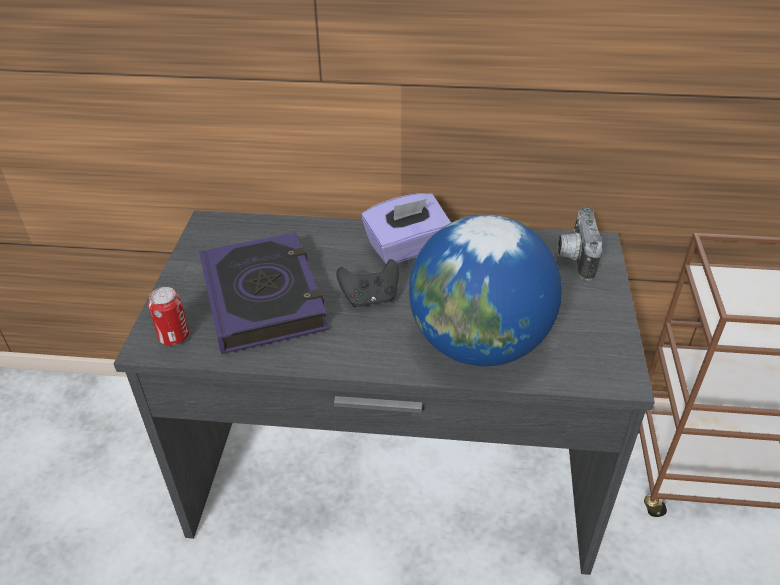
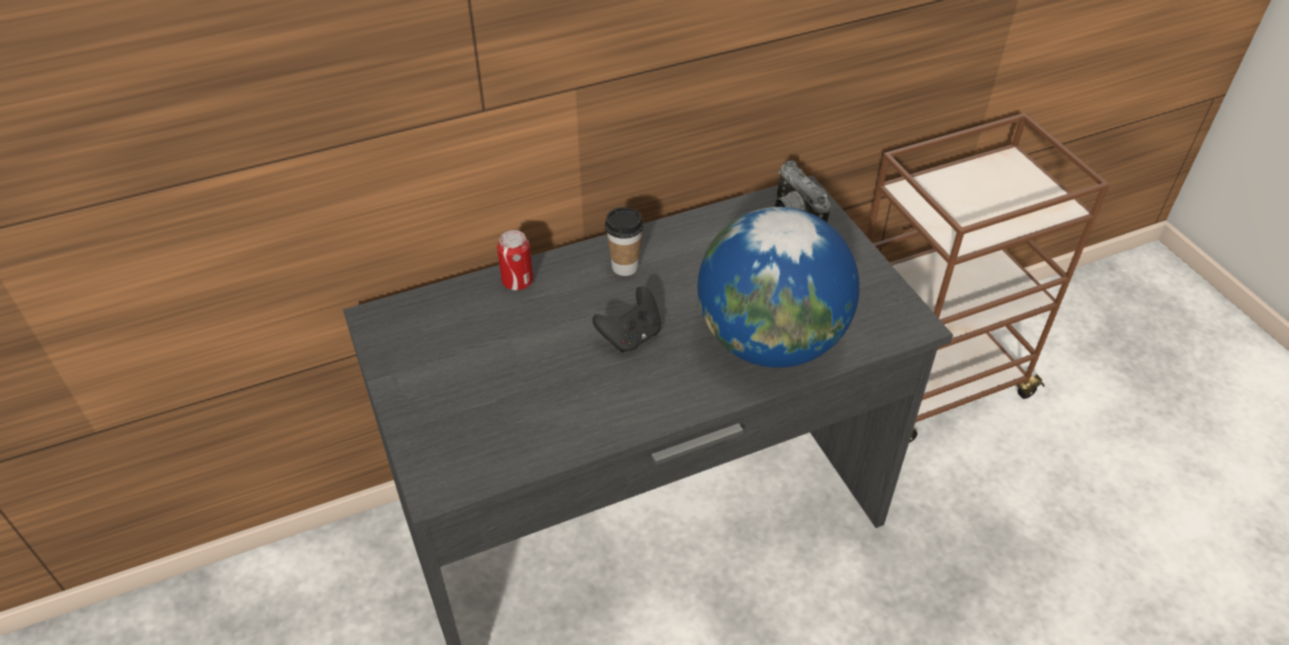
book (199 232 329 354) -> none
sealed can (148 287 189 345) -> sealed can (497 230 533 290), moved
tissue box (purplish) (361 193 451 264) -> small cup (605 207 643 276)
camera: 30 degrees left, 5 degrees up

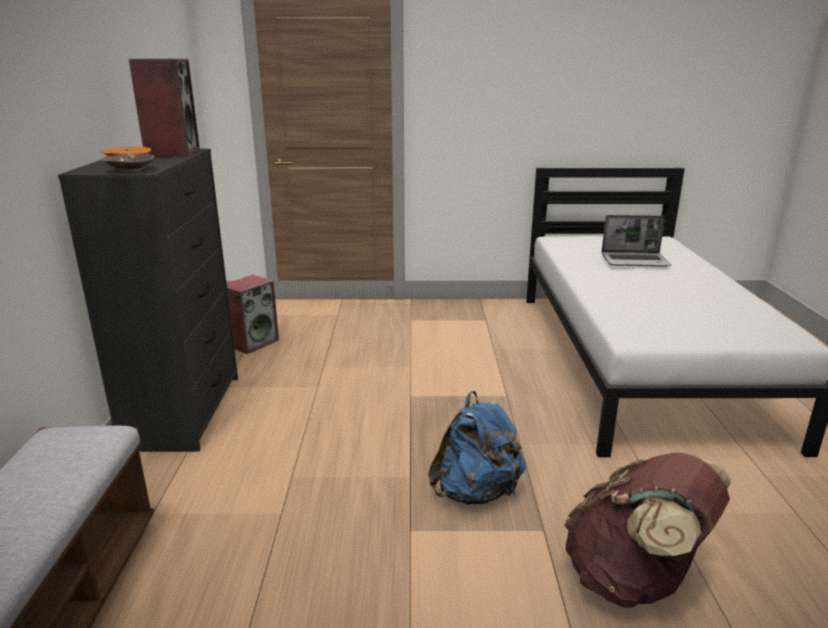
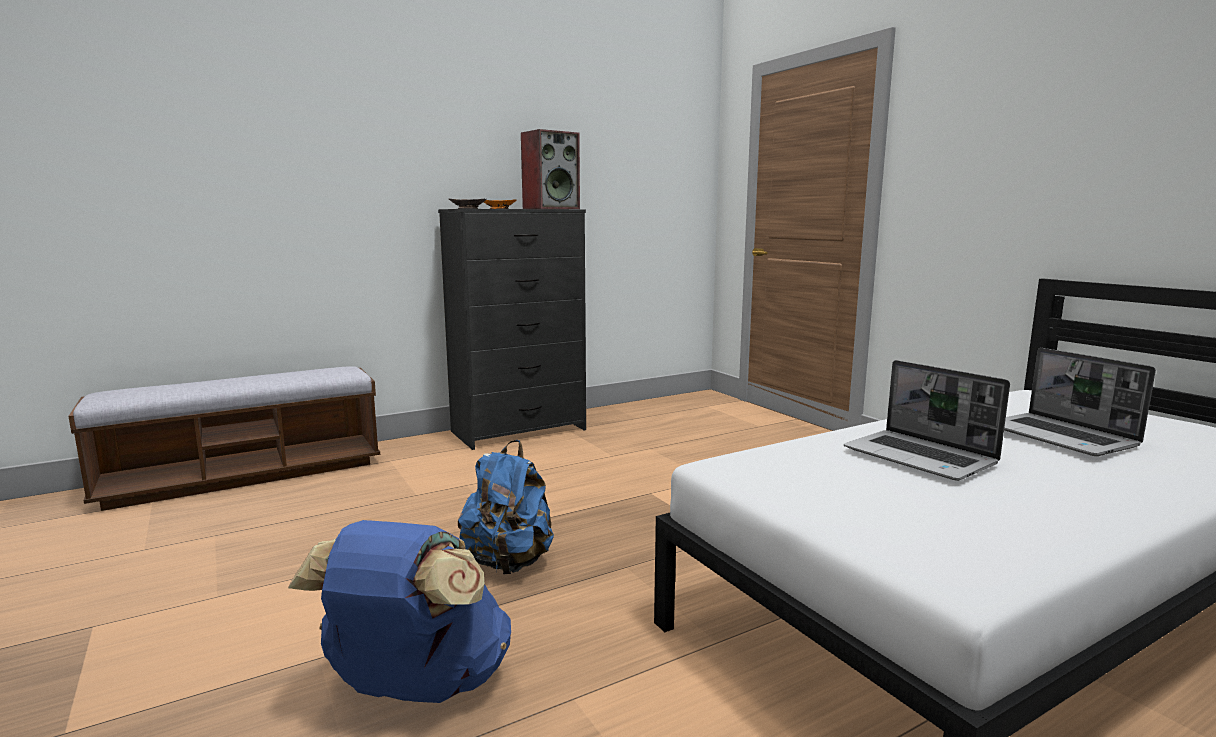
loudspeaker (227 275 279 354) -> none
none -> portable computer (844 360 1010 481)
backpack (brown) (564 453 731 608) -> backpack (blue) (288 520 511 703)
camera: 60 degrees right, 10 degrees down

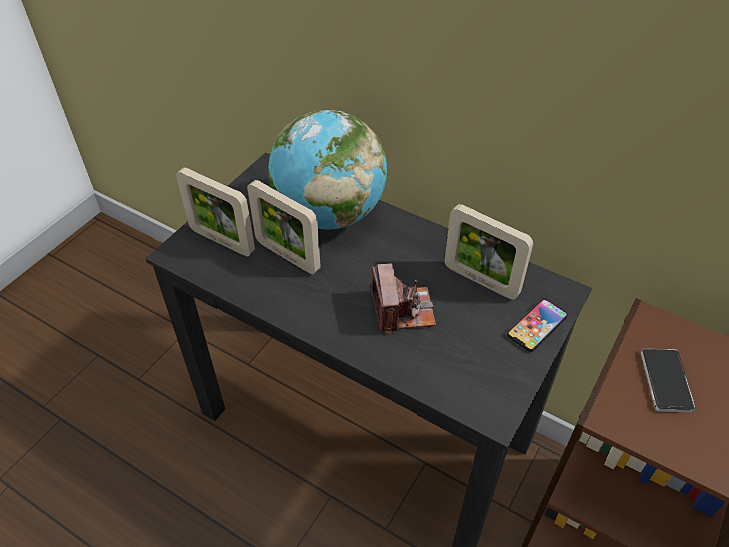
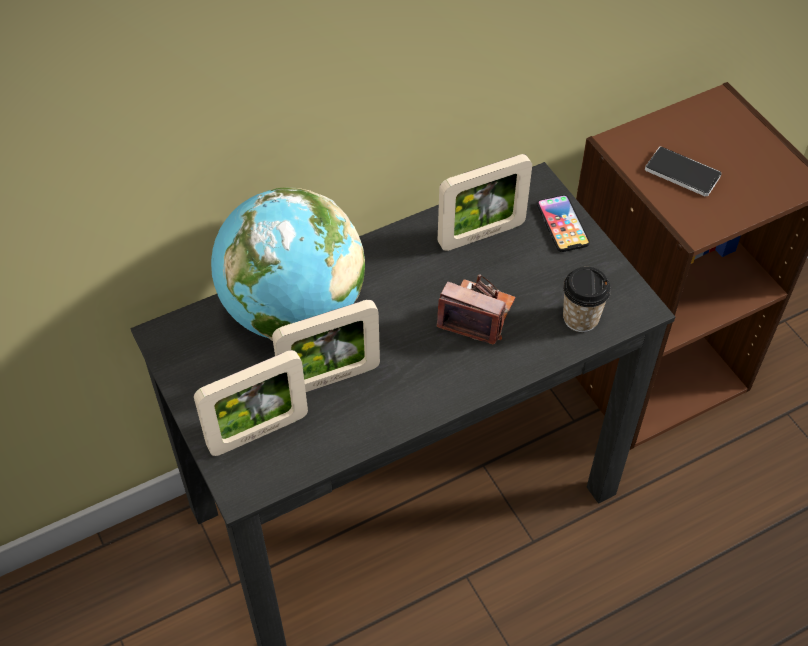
none -> small cup (563 267 611 332)
camera: 60 degrees left, 5 degrees up

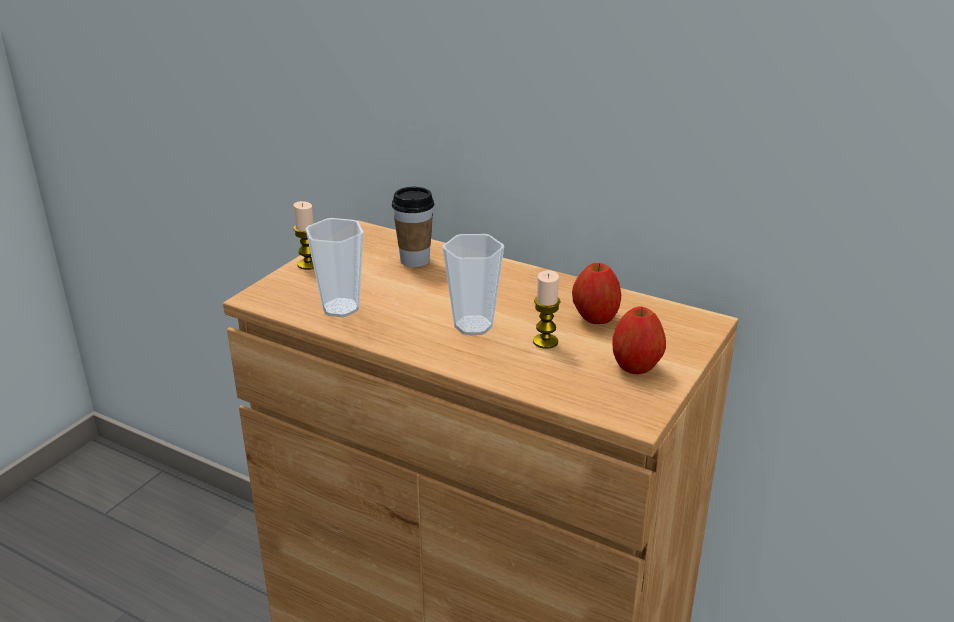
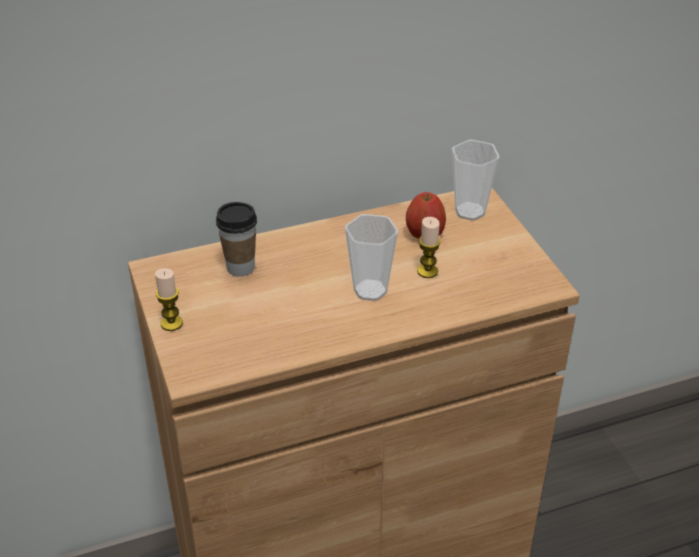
whole apple (612 307 666 374) -> none
small cup (306 218 364 317) -> small cup (452 139 500 221), moved
camera: 50 degrees left, 10 degrees up

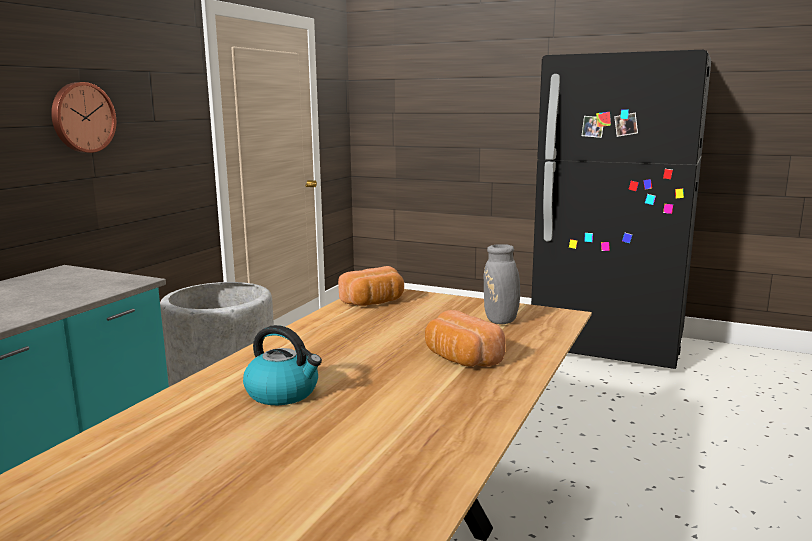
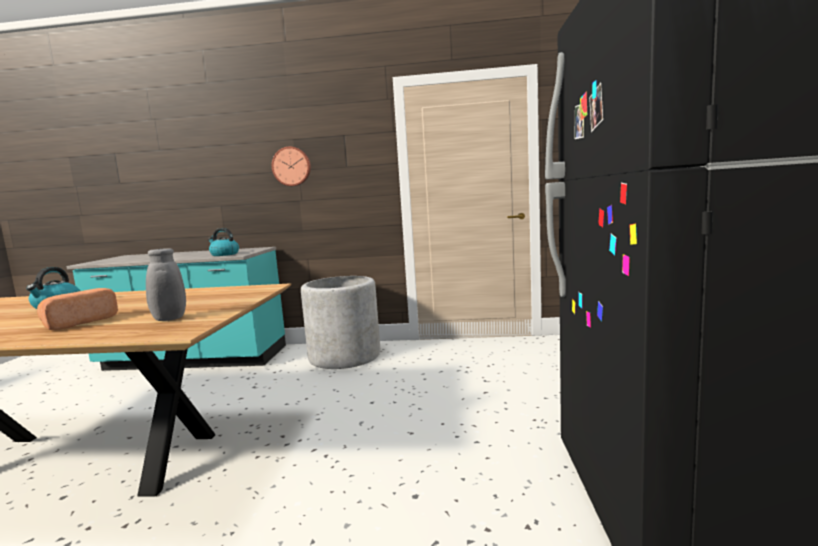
bread (338 266 404 306) -> none
none -> kettle (208 228 239 256)
camera: 70 degrees right, 5 degrees down

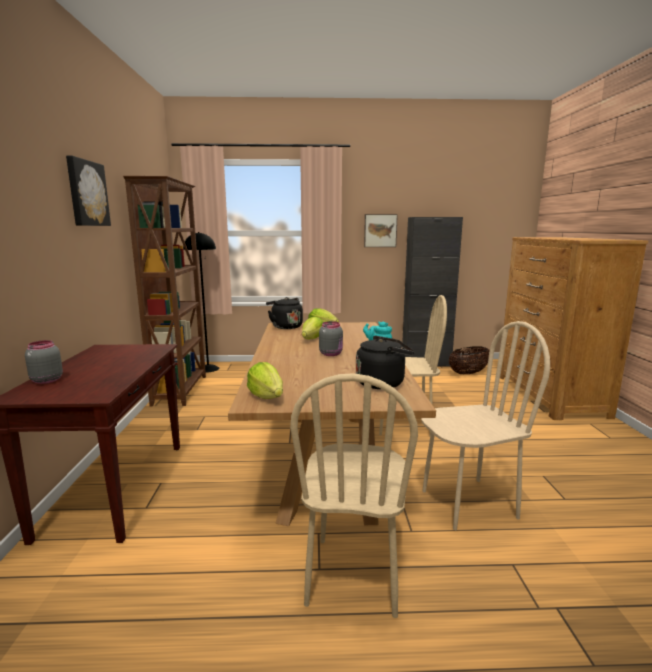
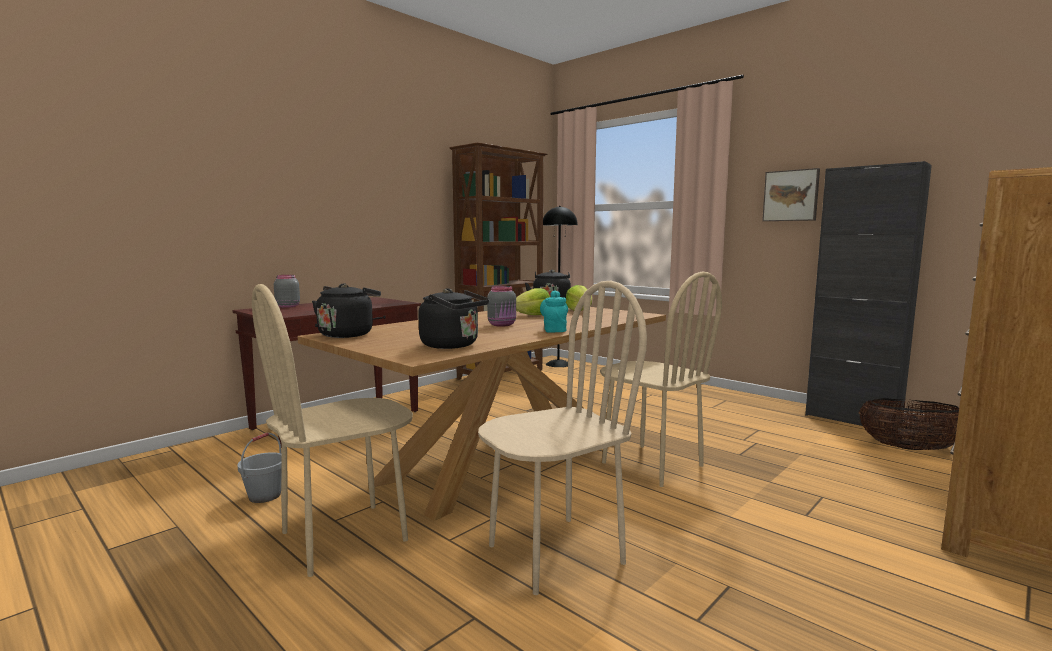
wall art (66 156 111 226) -> none
none -> pail (gray) (237 432 281 503)
lettuce head (247 362 283 399) -> kettle (black) (312 283 381 338)
plain chair (beige) (421 321 550 530) -> plain chair (beige) (478 281 647 595), 60 degrees counterclockwise
camera: 45 degrees right, 5 degrees down

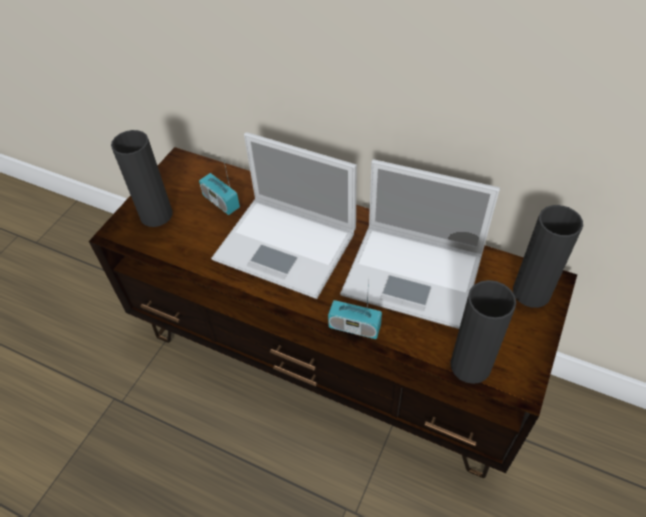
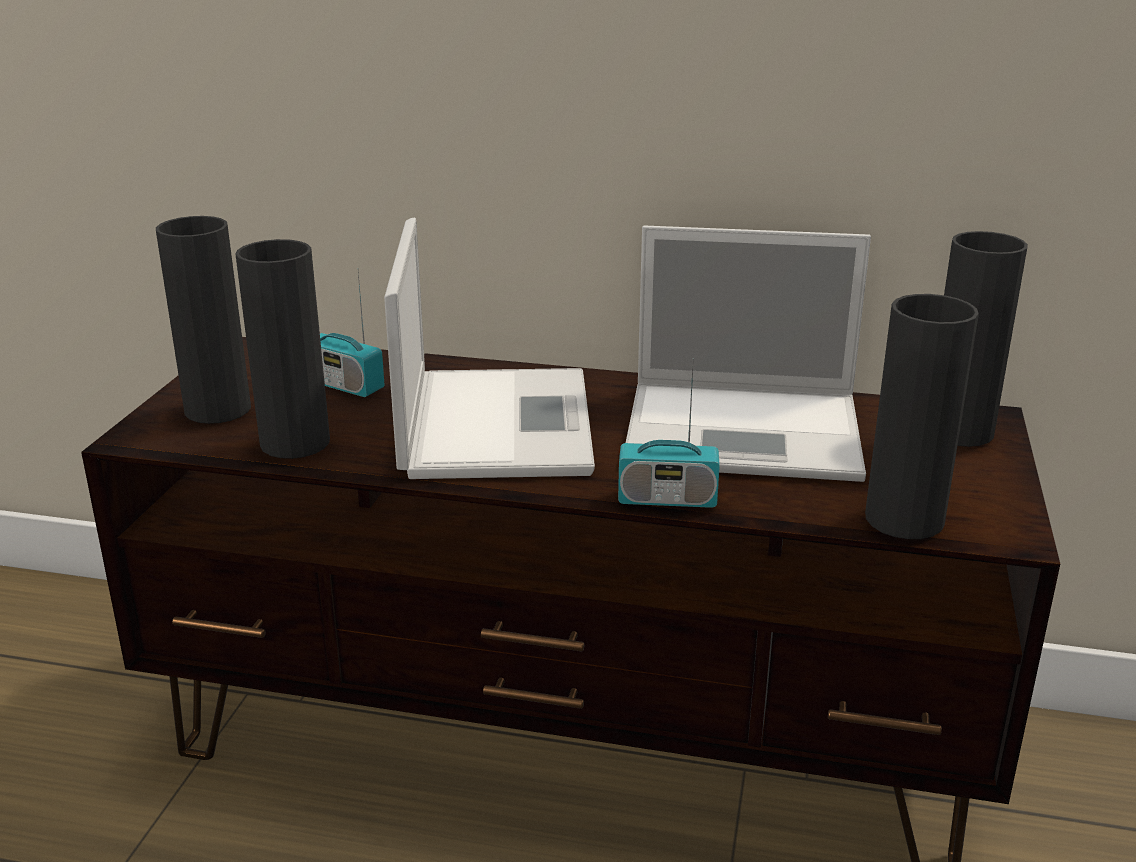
none -> flower vase (black) (235 239 330 459)
portable computer (211 132 357 299) -> portable computer (384 218 595 479), 105 degrees counterclockwise
camera: 15 degrees left, 25 degrees down

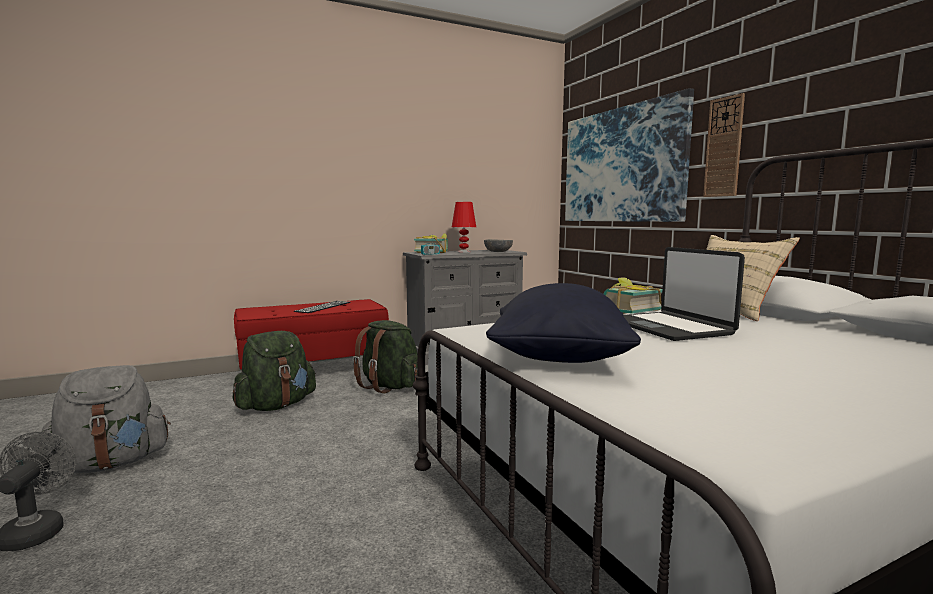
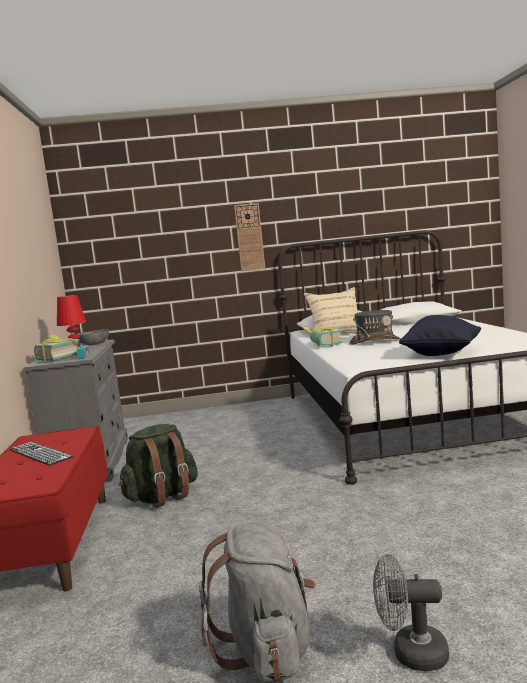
backpack (green) (233 331 316 411) -> none
wall art (565 88 694 222) -> none
portable computer (623 247 745 341) -> clothing hat (gray) (350 310 401 345)
camera: 70 degrees left, 0 degrees up

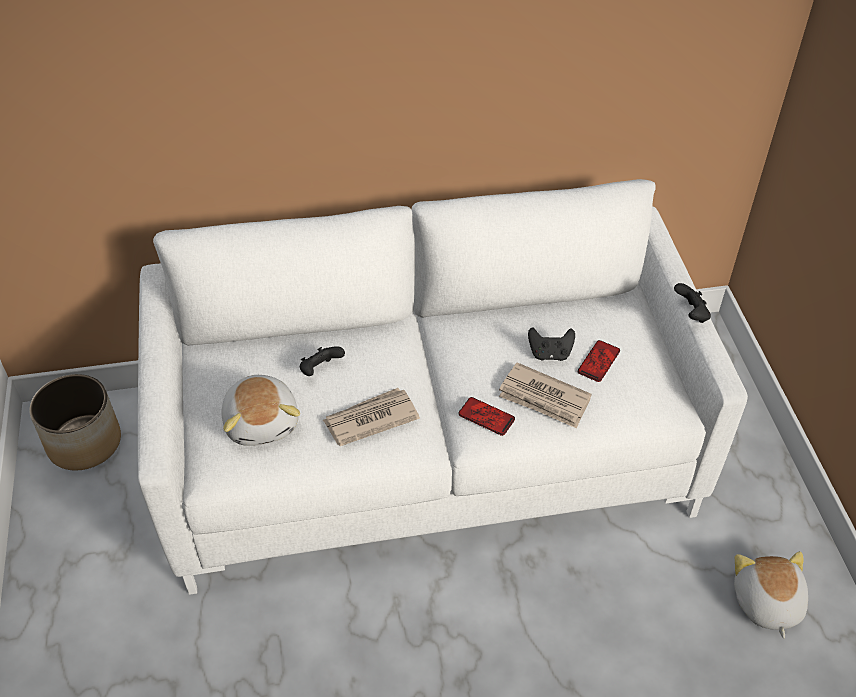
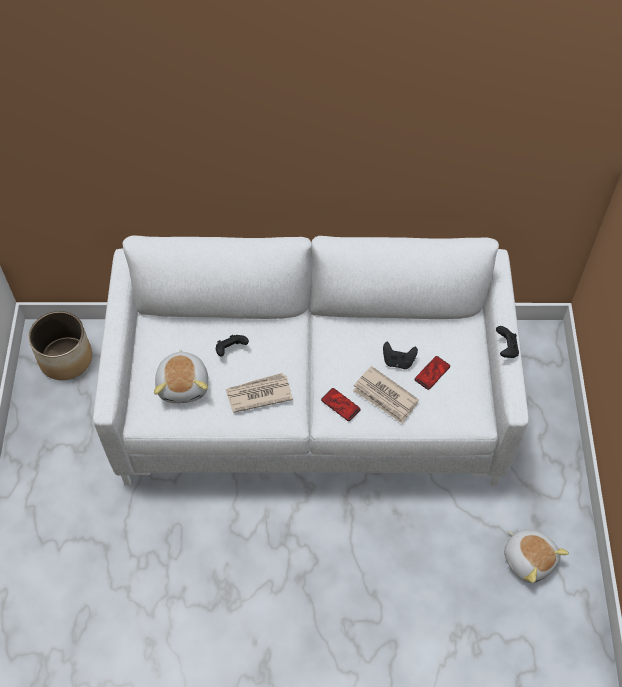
plush toy (734 551 808 638) -> plush toy (504 529 569 583), 135 degrees clockwise
camera: 10 degrees right, 10 degrees up

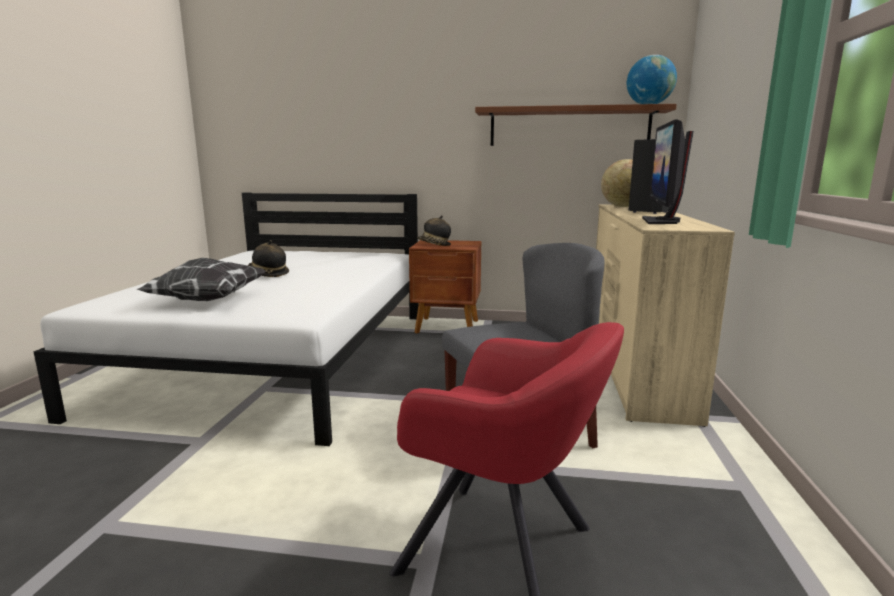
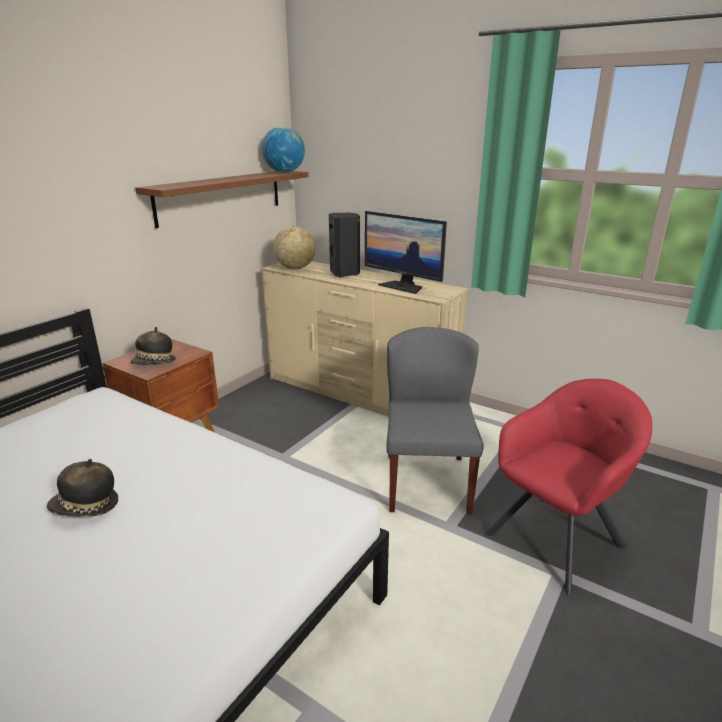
cushion (136 258 266 301) -> none
camera: 65 degrees left, 10 degrees up

